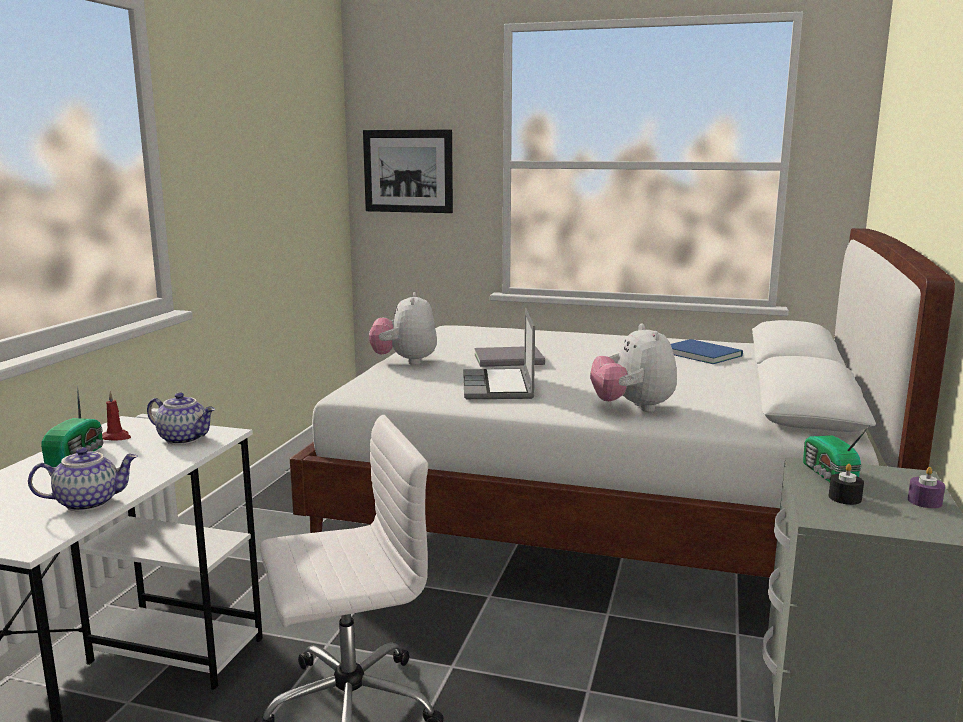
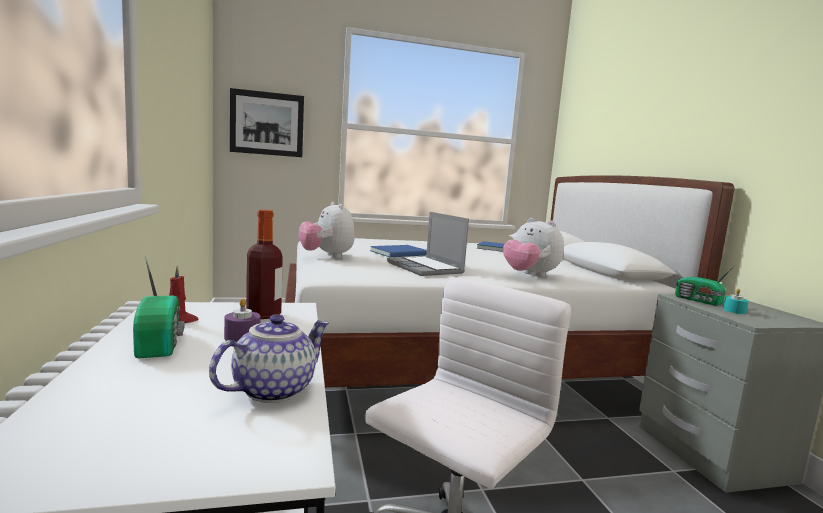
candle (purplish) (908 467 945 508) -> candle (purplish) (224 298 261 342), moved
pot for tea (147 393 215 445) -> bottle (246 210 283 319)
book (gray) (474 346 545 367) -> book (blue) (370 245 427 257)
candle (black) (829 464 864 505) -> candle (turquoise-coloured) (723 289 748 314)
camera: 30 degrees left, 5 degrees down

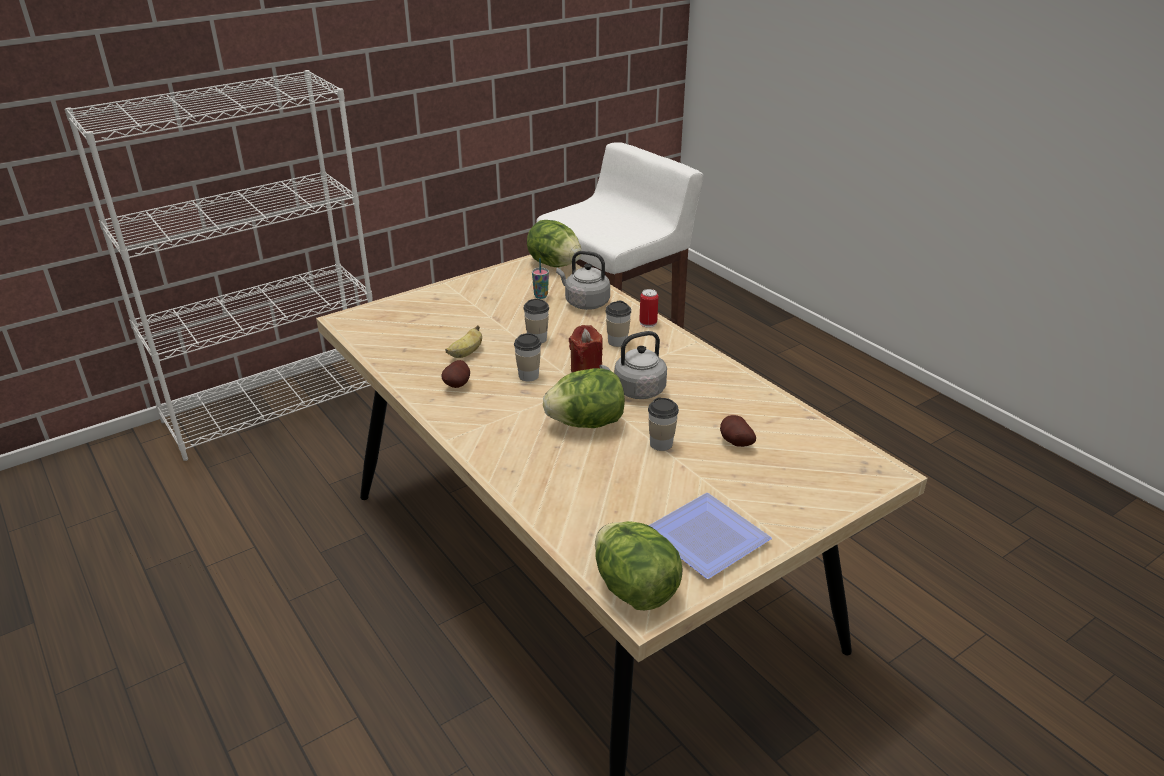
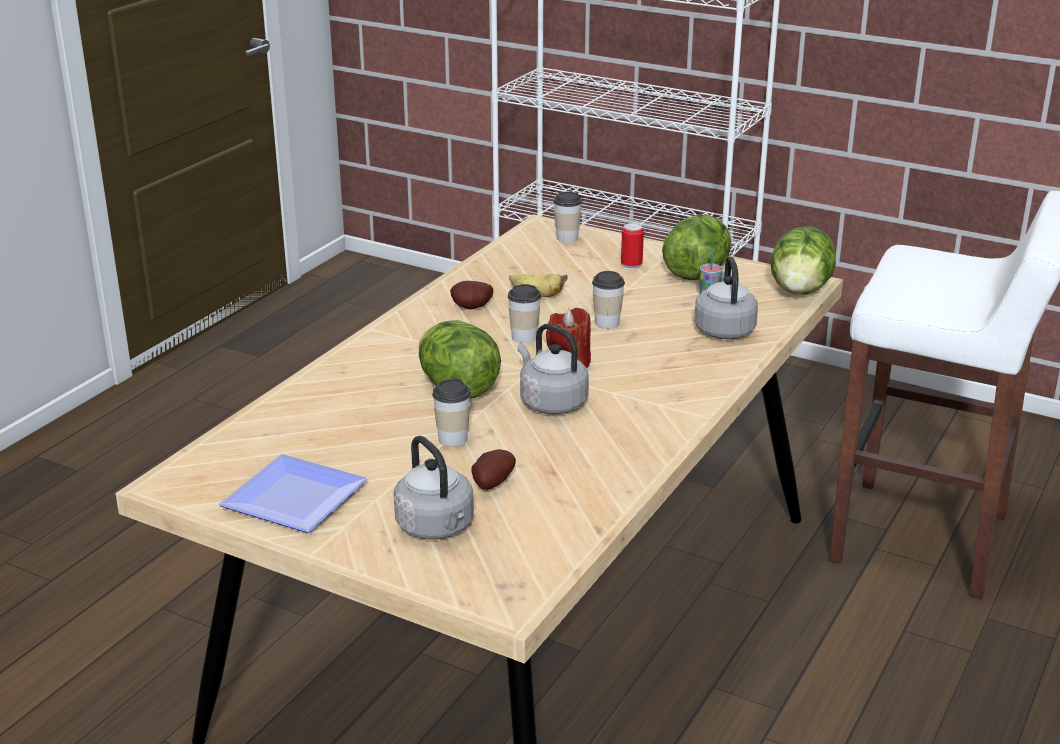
none -> kettle (gray) (394 436 474 540)
lettuce head (595 521 683 610) -> lettuce head (662 215 732 280), moved
small cup (606 301 631 347) -> small cup (553 192 582 243), moved
sealed can (639 289 659 328) -> sealed can (621 223 644 270), moved
camera: 65 degrees right, 5 degrees down

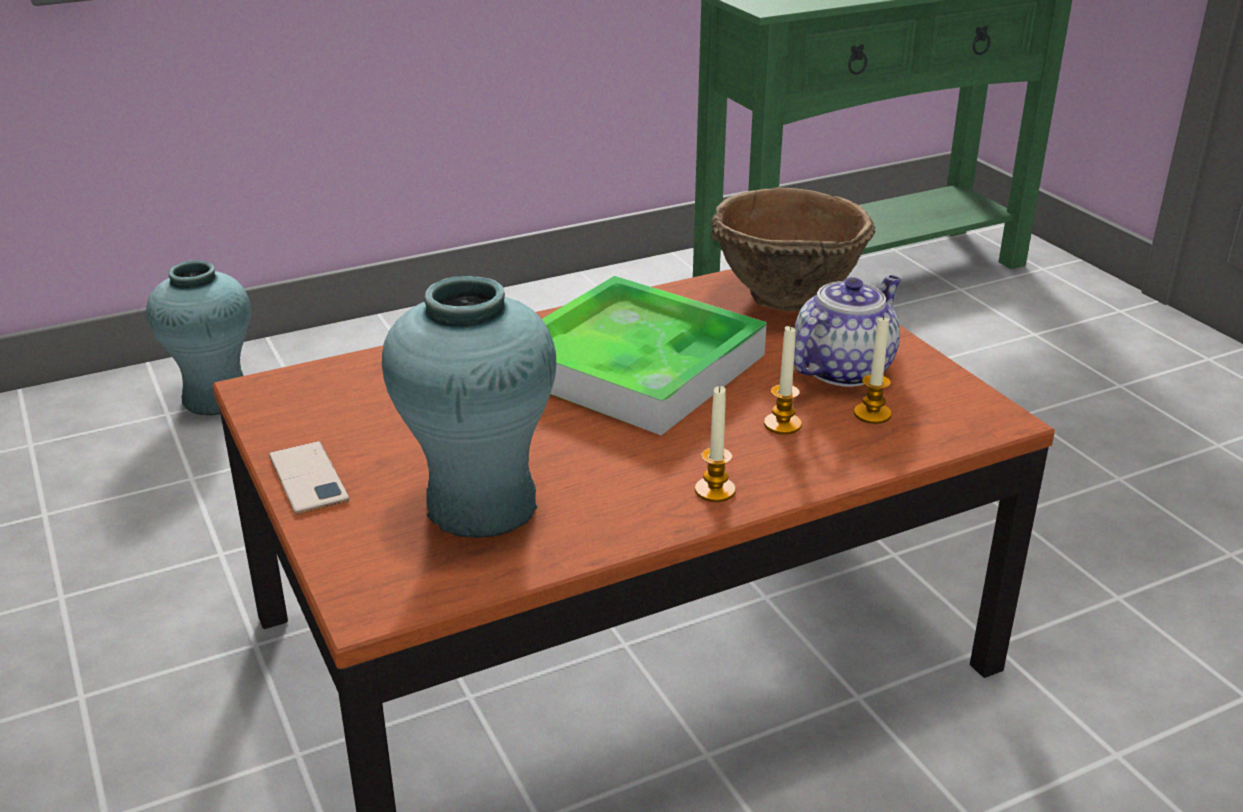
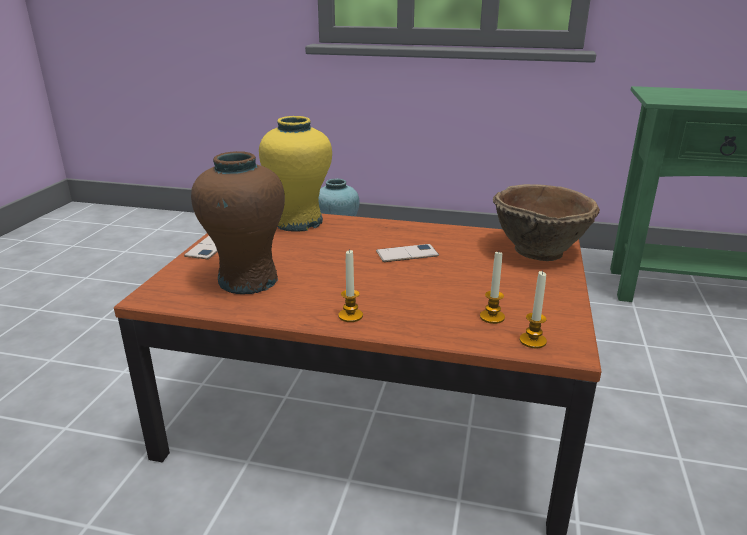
pot for tea (794 275 901 387) -> none
none -> flower vase (yellow-coloured) (259 116 332 232)
candle (764 325 802 435) -> candle (520 271 547 348), moved
carrying tray (542 276 767 435) -> telephone (376 244 439 262)
flower vase (turquoise-coloured) (382 276 556 538) -> flower vase (brown) (191 151 285 294)
camera: 40 degrees right, 5 degrees down

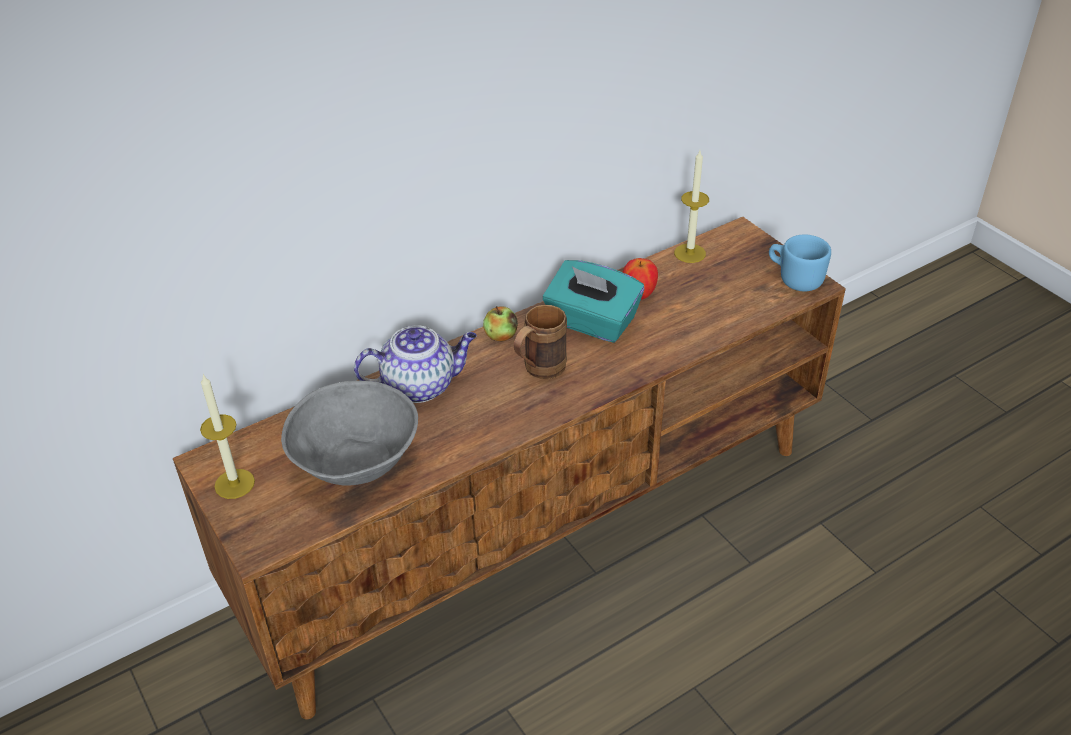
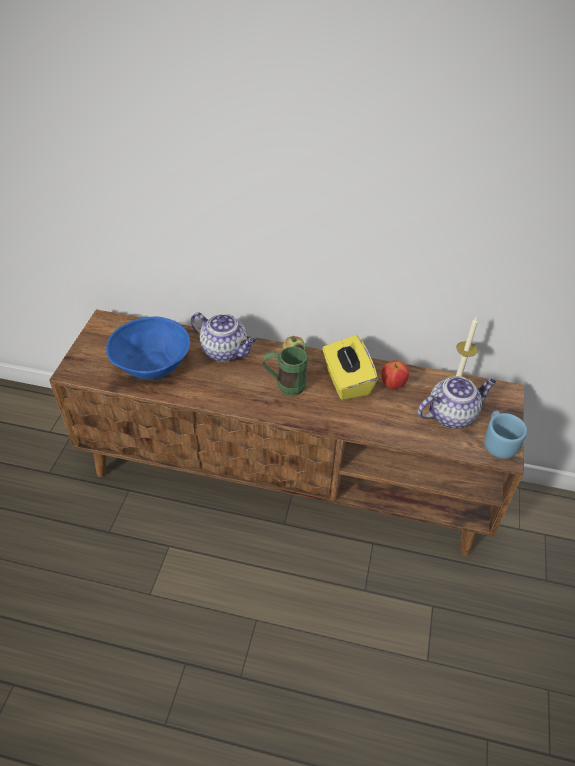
candle (200 374 255 499) -> none
none -> pot for tea (418 376 496 429)
bowl (gray) (281 380 418 486) -> bowl (blue) (106 317 190 379)
coffee mug (brown) (514 305 567 379) -> coffee mug (green) (263 347 308 396)
tissue box (turquoise-coloured) (543 260 644 342) -> tissue box (yellow-coloured) (322 335 378 400)
camera: 45 degrees right, 5 degrees up

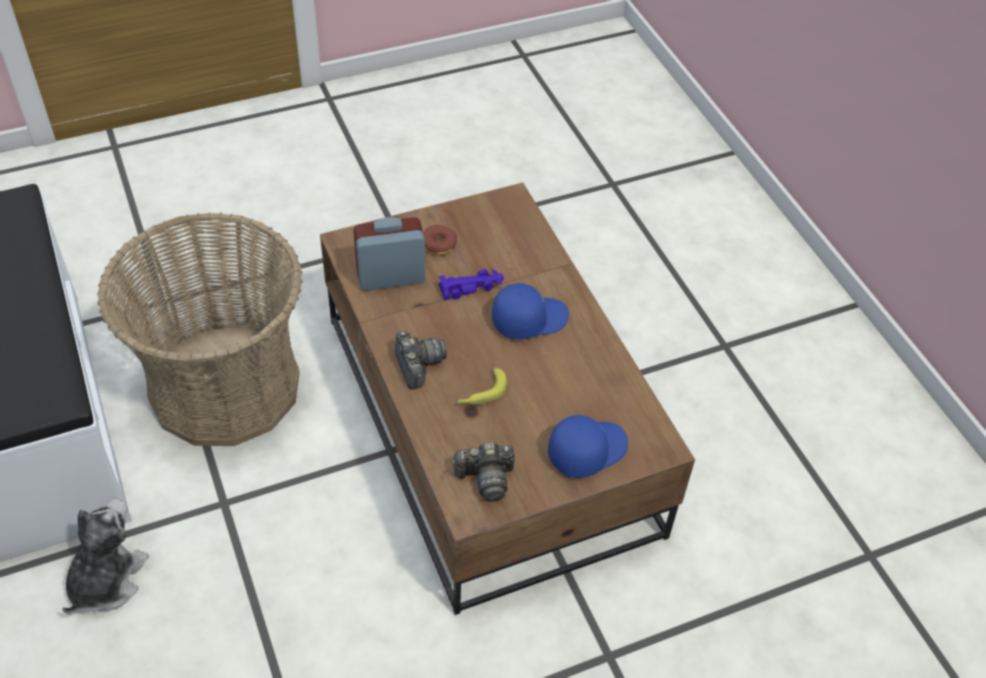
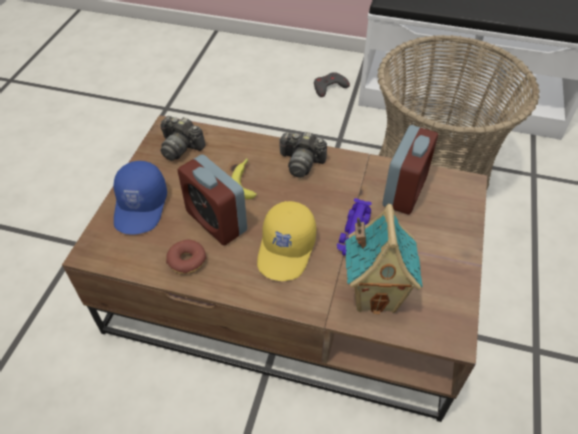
none -> alarm clock (177 155 247 245)
none -> model house (346 204 423 314)
donut (423 225 457 255) -> donut (166 240 206 274), moved
plush toy (62 499 149 615) -> game controller (gray) (314 72 350 97)
peaked cap (blue) (492 283 569 340) -> peaked cap (yellow-coloured) (257 201 316 281)
photo camera (452 443 515 502) -> photo camera (160 116 206 161), 90 degrees counterclockwise
camera: 130 degrees right, 0 degrees up

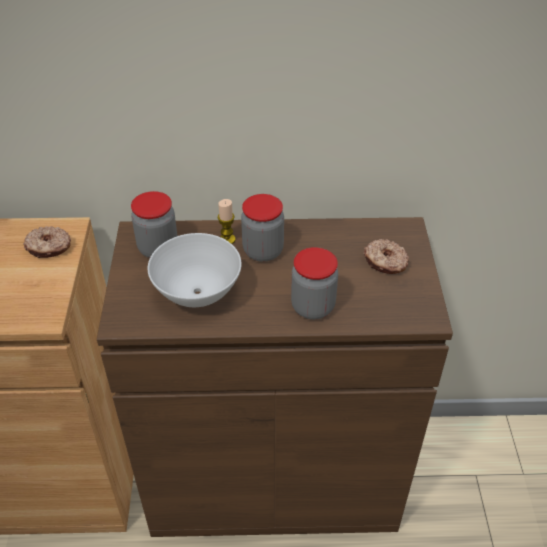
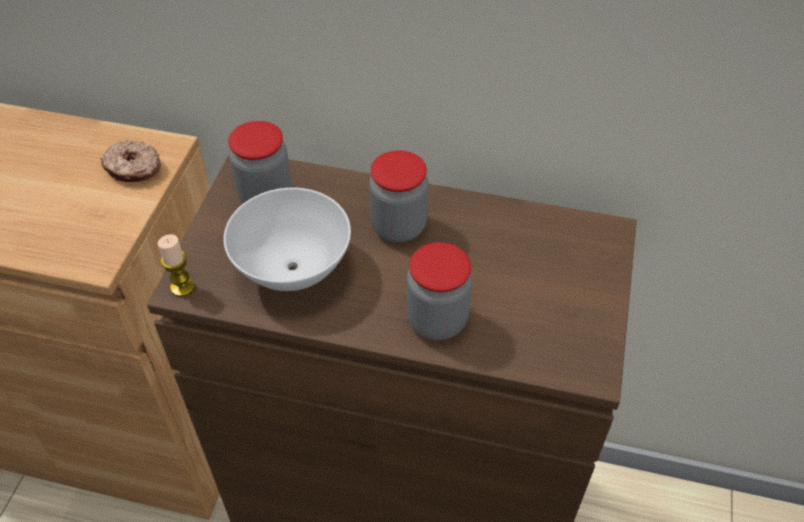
donut (363 239 409 274) -> none
candle (218 199 236 244) -> candle (158 234 195 297), moved
camera: 15 degrees right, 5 degrees up

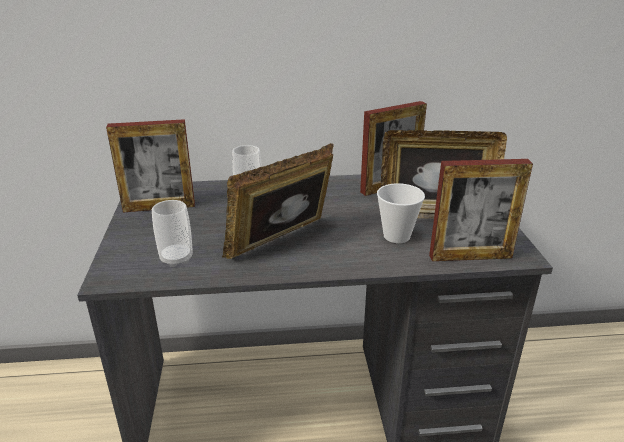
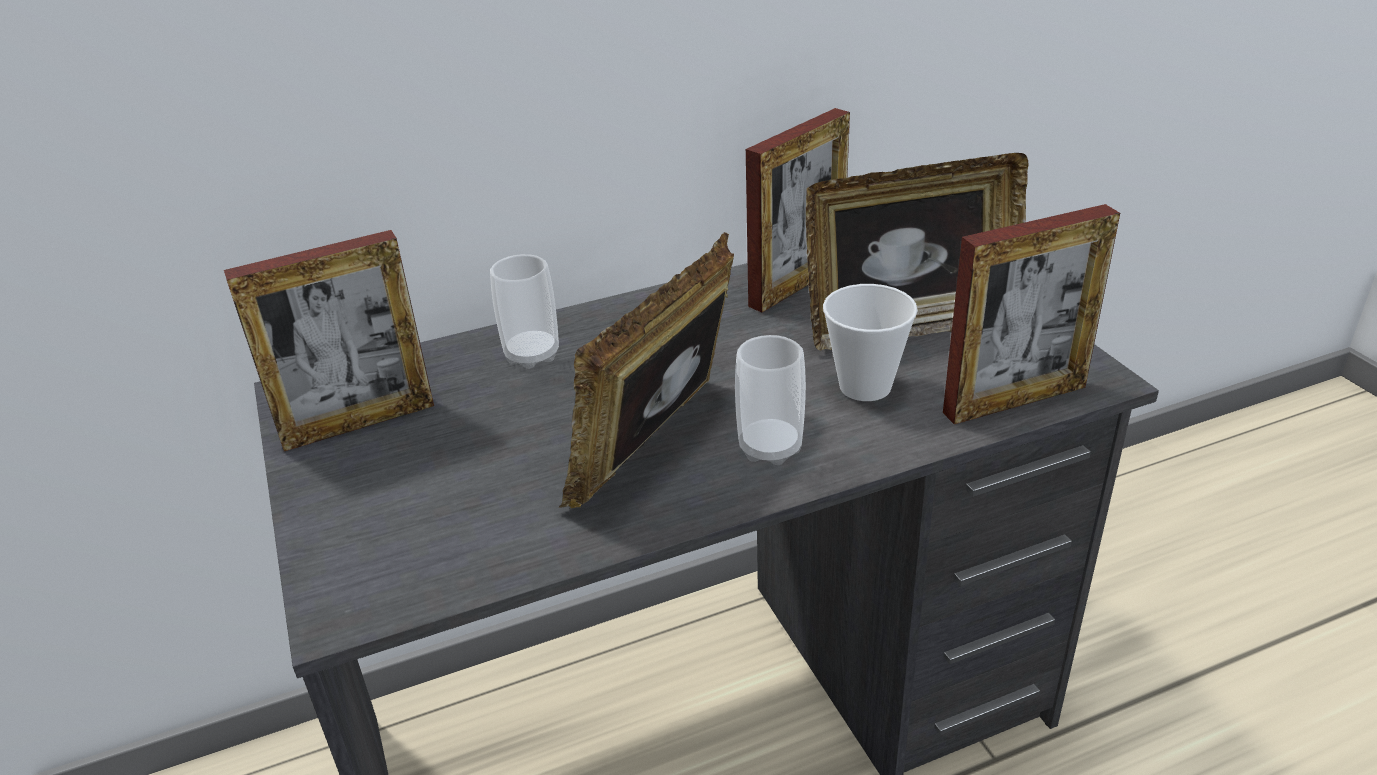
small cup (152 200 193 267) -> small cup (735 335 806 465), moved
camera: 15 degrees left, 5 degrees up

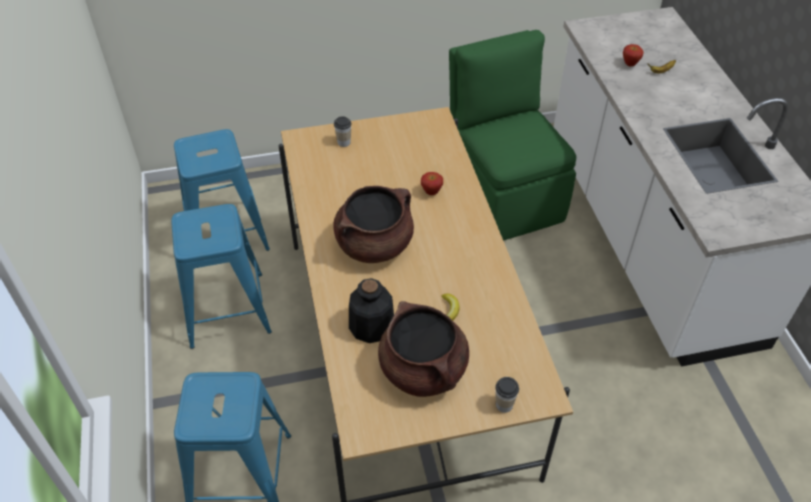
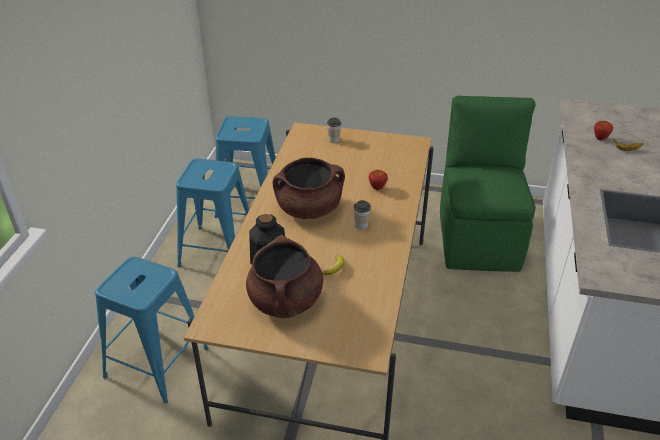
small cup (495 377 519 413) -> small cup (354 200 371 230), moved
camera: 25 degrees right, 10 degrees down

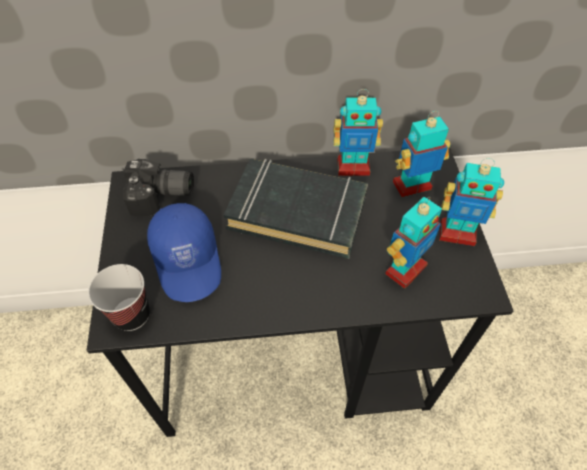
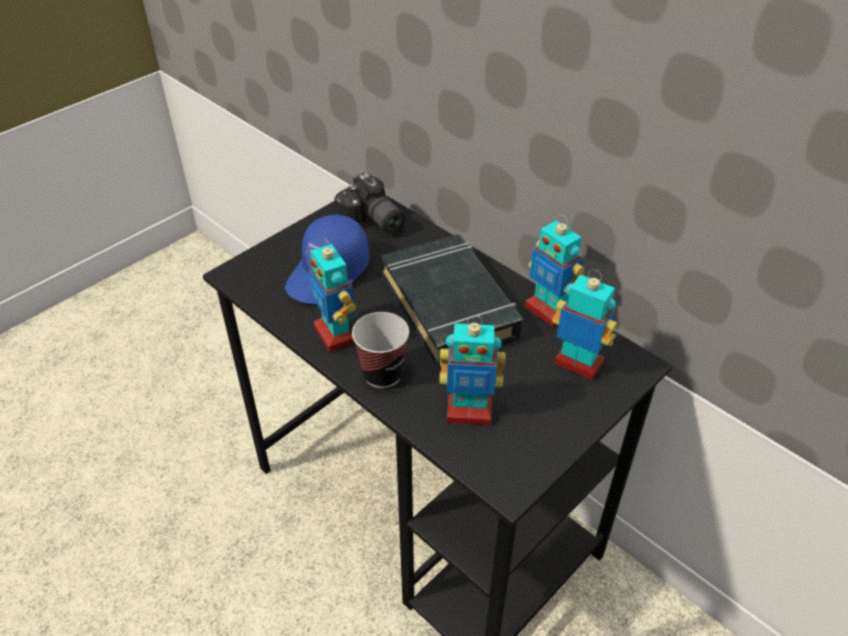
small cup (88 264 150 331) -> small cup (352 312 409 388), moved
robot figure (439 158 504 246) -> robot figure (309 239 356 352), moved
camera: 50 degrees right, 10 degrees down

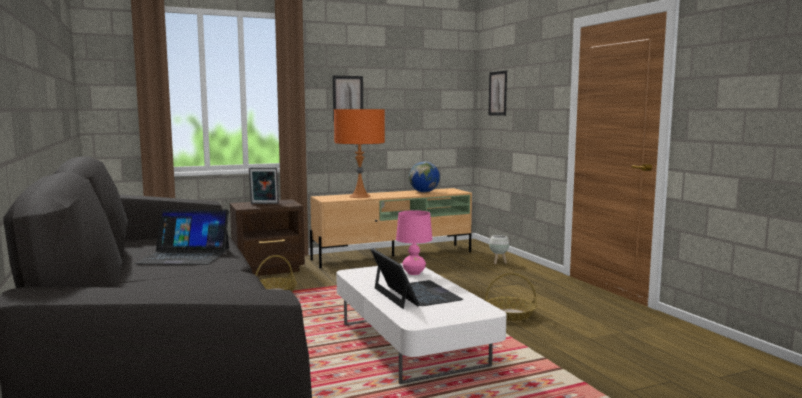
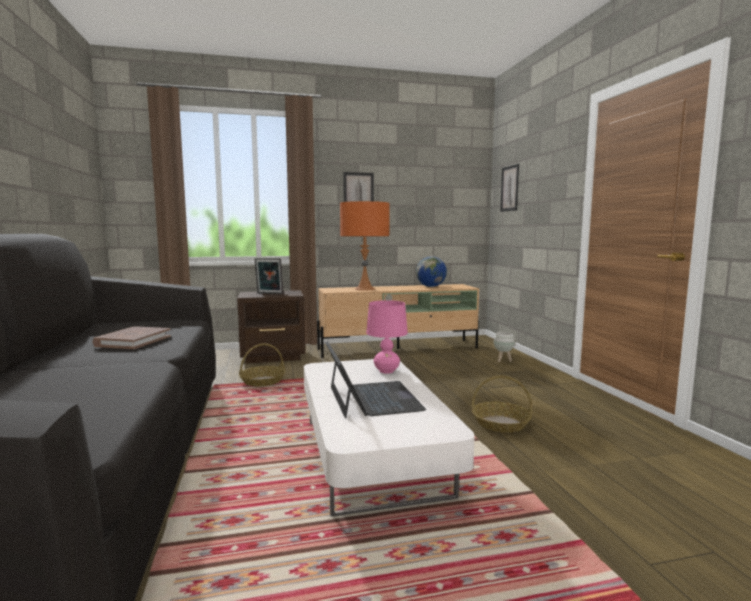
portable computer (135 209 229 265) -> book (brown) (92 326 171 349)
camera: 10 degrees right, 0 degrees up

